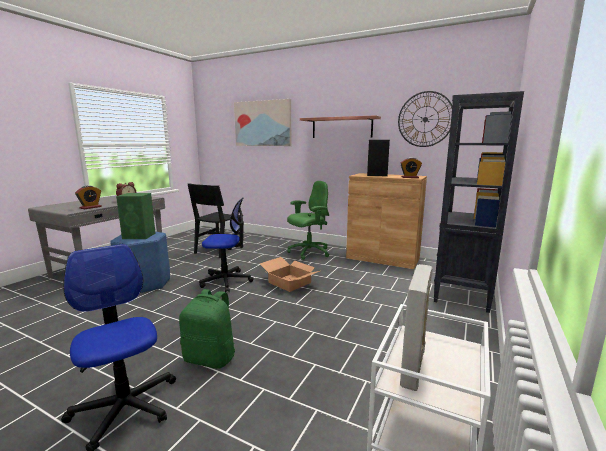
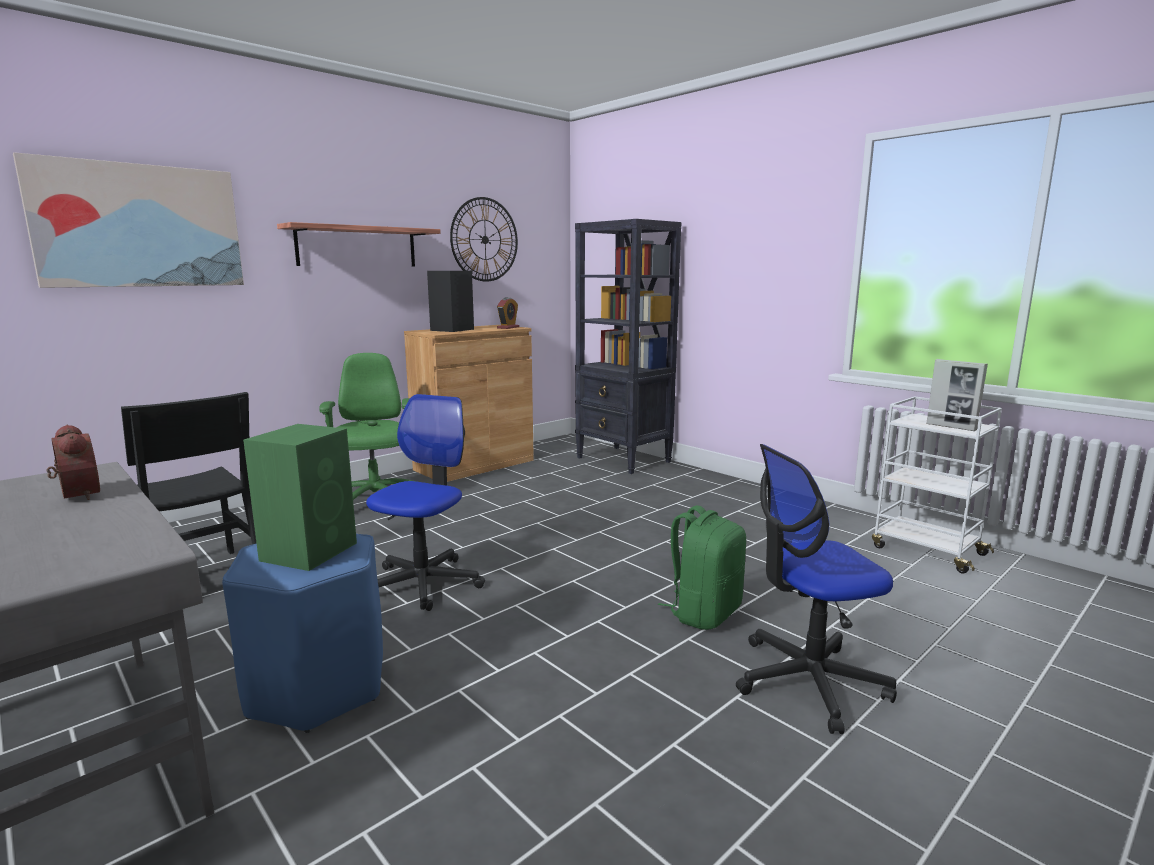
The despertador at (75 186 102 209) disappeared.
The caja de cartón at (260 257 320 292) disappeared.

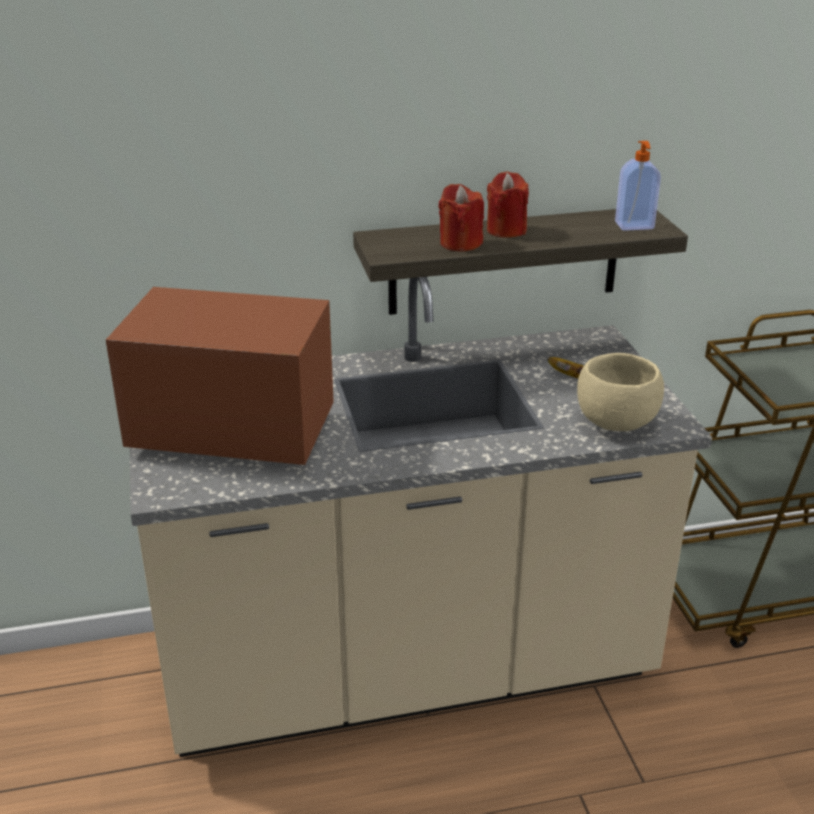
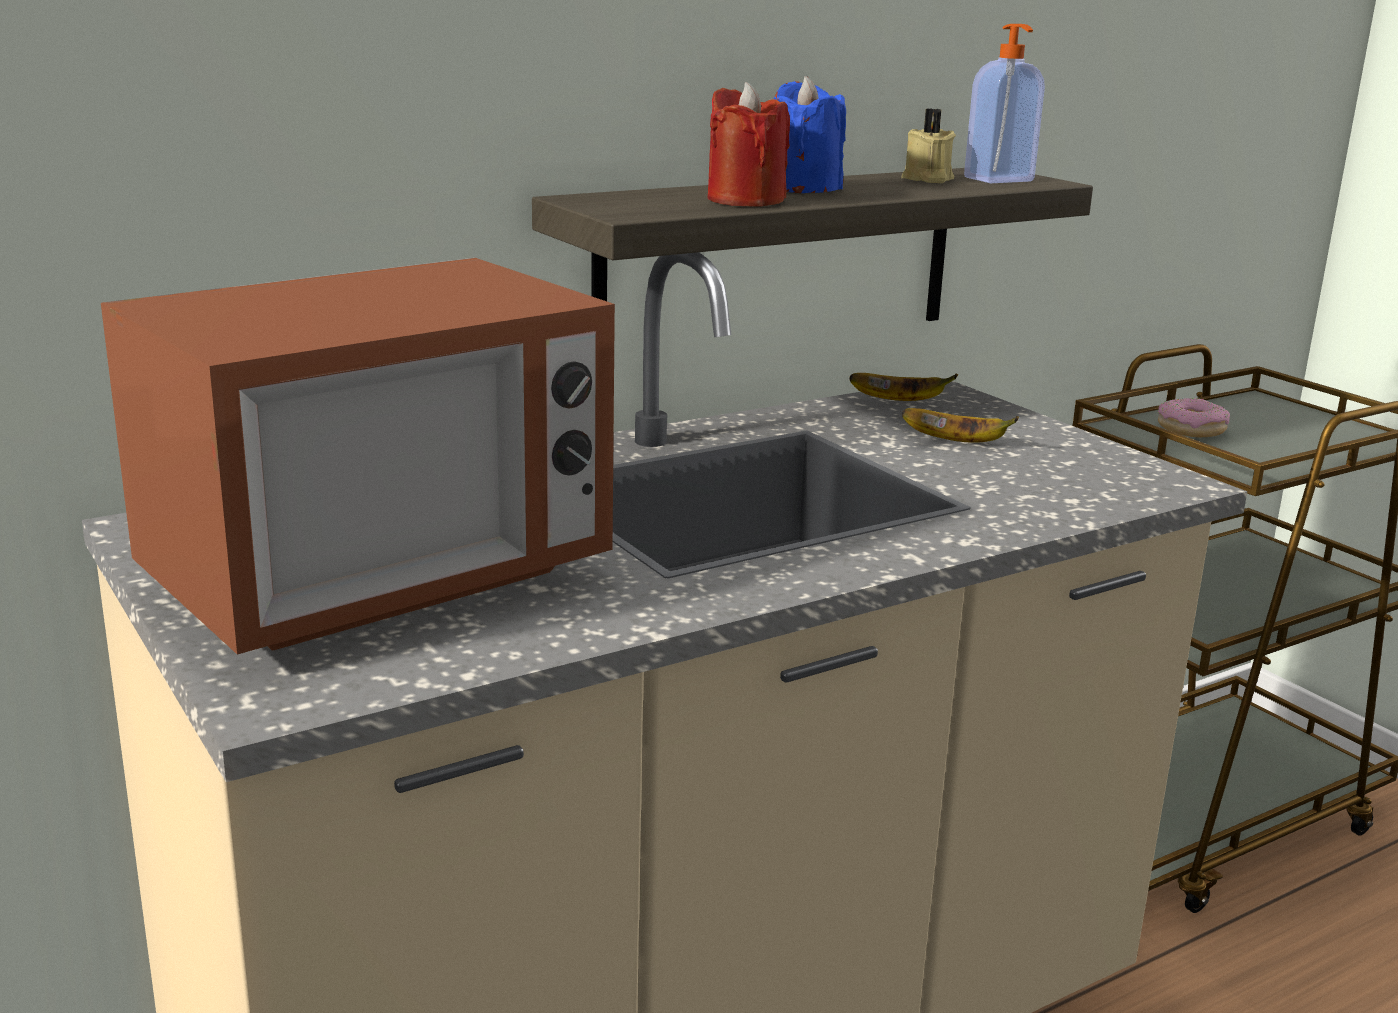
The cuenco (beis) at (577 353 664 431) disappeared.
The plátano at (849 373 958 401) appeared.
The vela (beis) at (901 108 956 183) appeared.
The rosquilla at (1158 398 1230 437) appeared.
The vela (rojo) at (487 171 529 238) became the vela (azul) at (774 76 846 193).
The microondas at (106 287 334 465) turned 150 degrees clockwise.

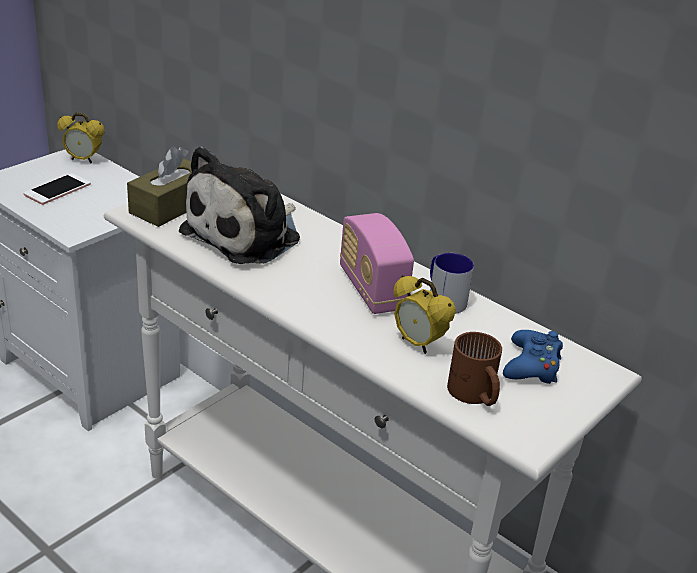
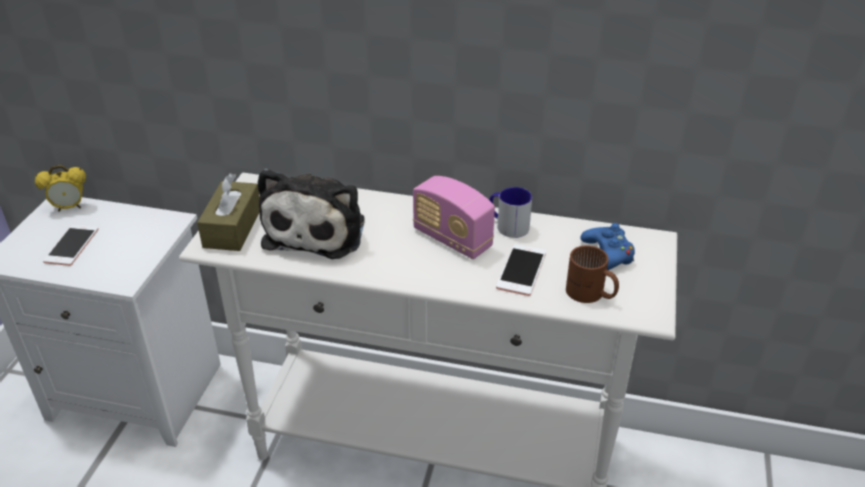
The despertador at (394 275 456 354) was replaced by the móvil at (496 244 546 296).

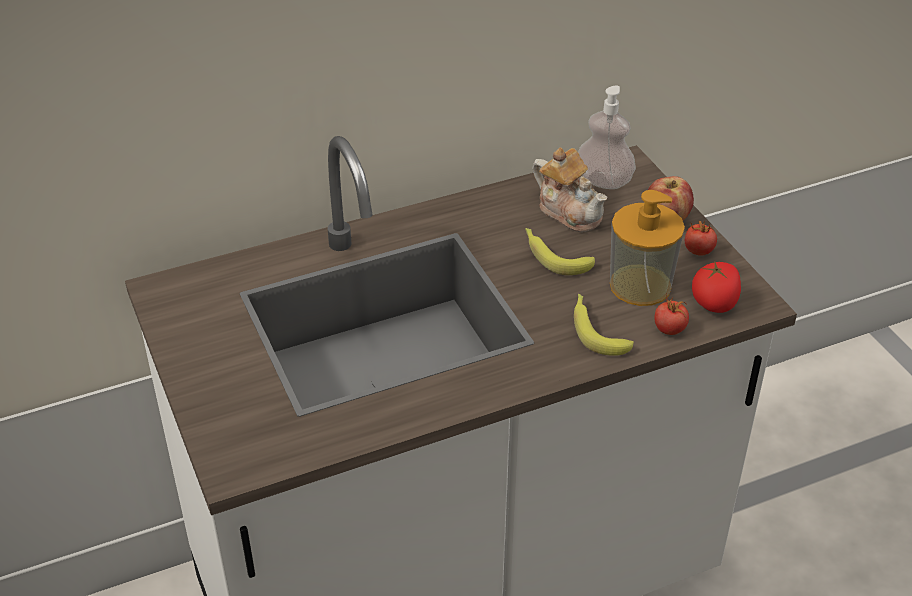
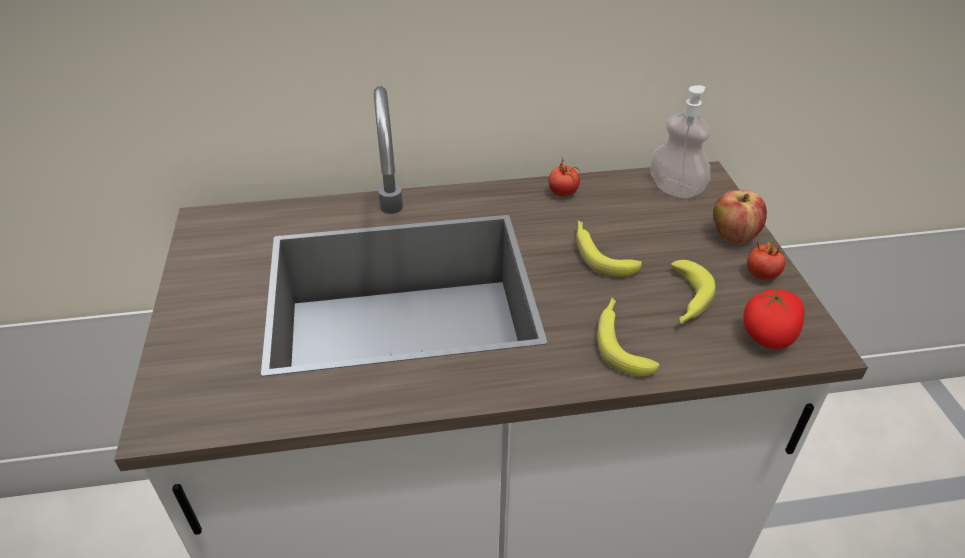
The tetera at (532 147 608 232) disappeared.
The tomate moved from (654 293 689 335) to (549 160 580 197).
The dispensador de jabón at (610 190 685 306) was replaced by the plátano at (671 260 716 324).

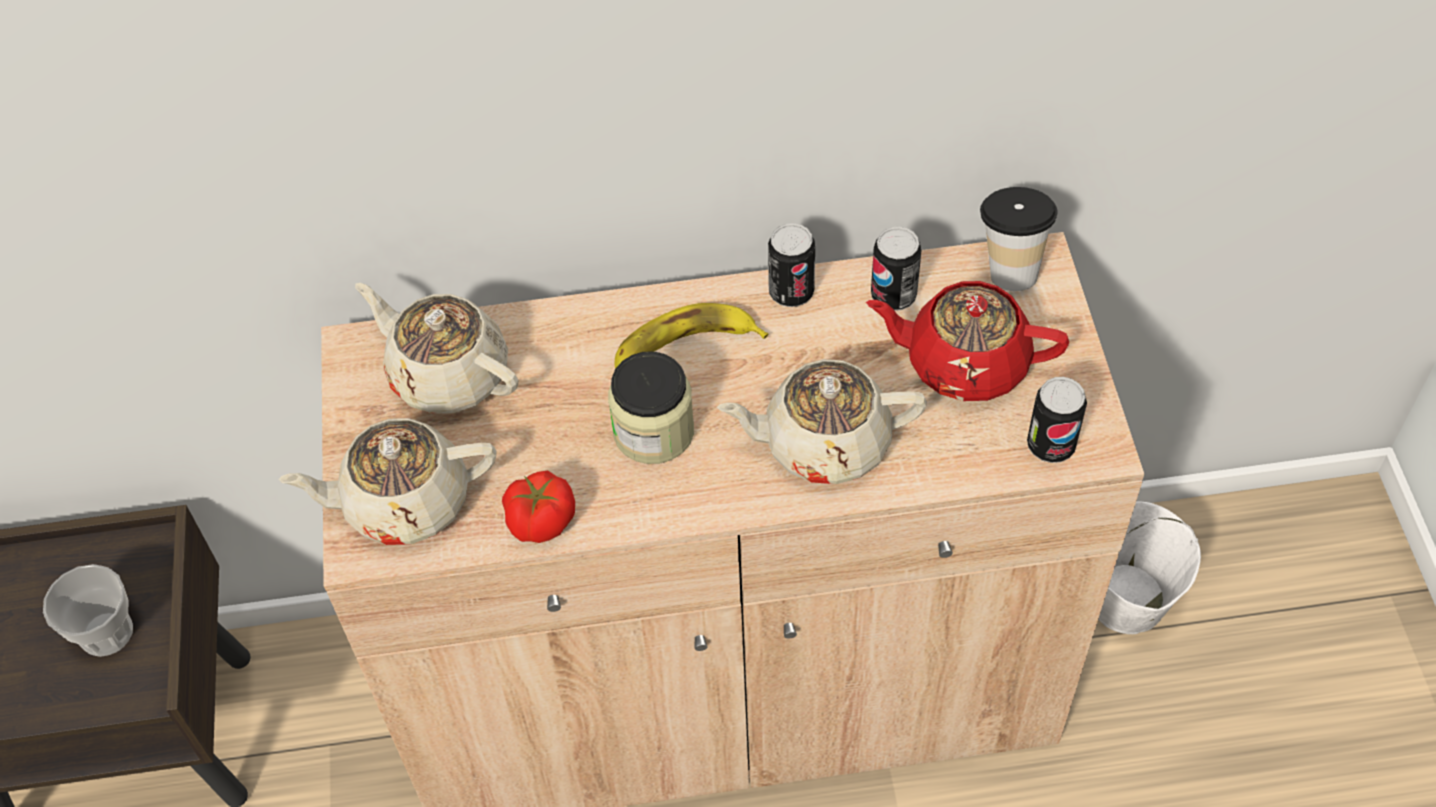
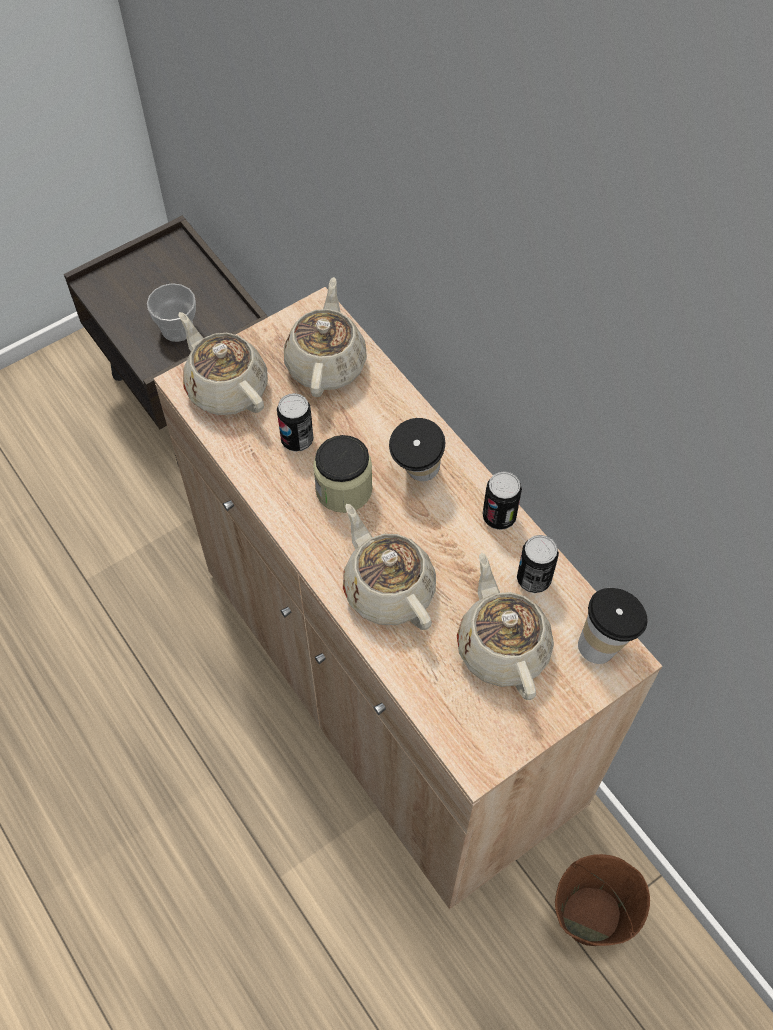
The tomate at (502 471 575 543) disappeared.
The lata moved from (1027 377 1087 463) to (277 393 314 452).
The plátano at (615 303 769 369) was replaced by the taza at (389 418 445 481).
The tetera (rojo) at (866 281 1069 401) became the tetera (beis) at (457 553 554 700).
The cubo (blanco) at (1098 501 1201 634) became the cubo (marrón) at (555 854 650 946).

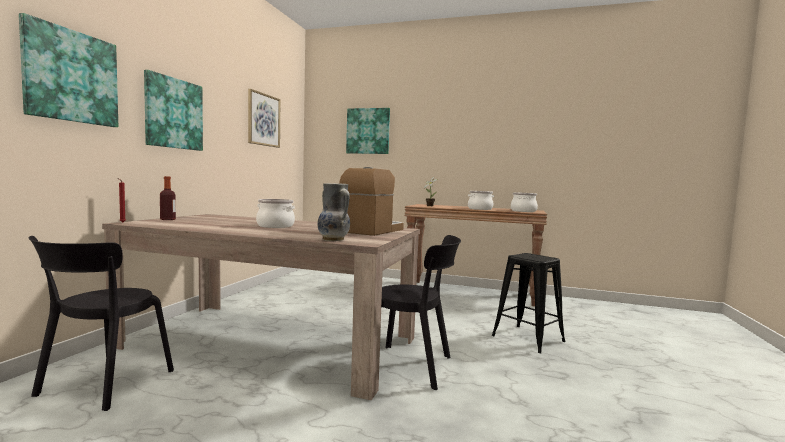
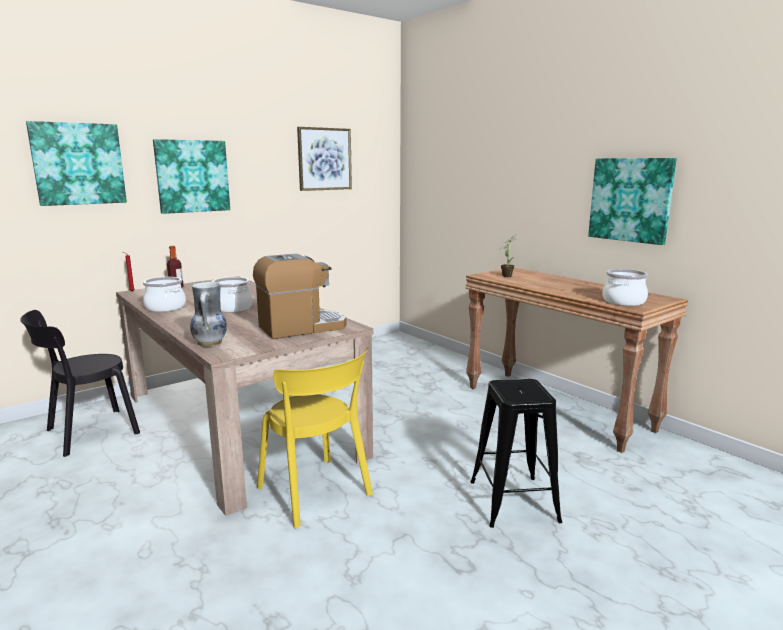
The cuadro moved from (346 108 390 154) to (588 158 676 245).
The olla moved from (468 191 494 210) to (143 277 186 312).
The silla (negro) at (381 235 461 390) became the silla (amarillo) at (257 347 373 528).

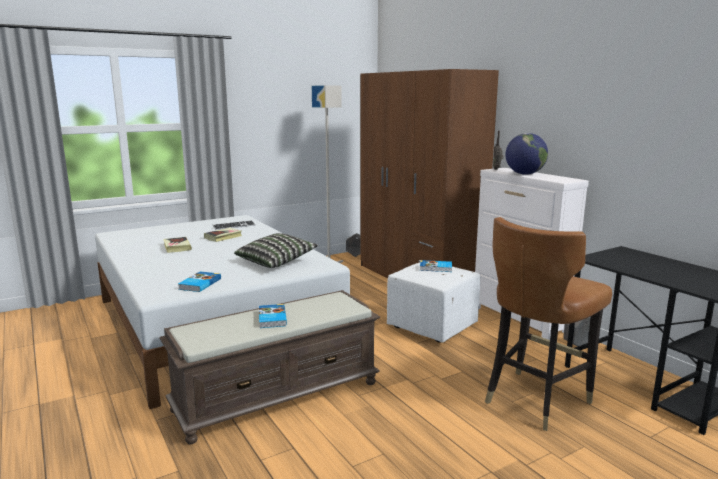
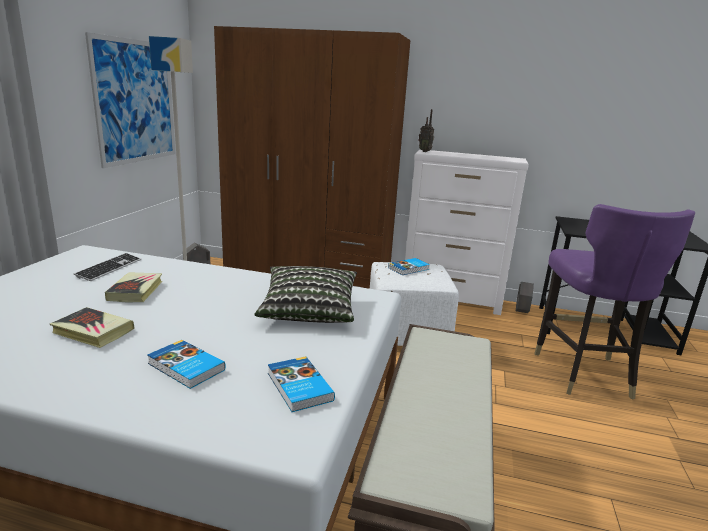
The globo terráqueo at (505 133 548 175) disappeared.
The cuadro at (85 32 175 168) appeared.
The libro moved from (259 304 287 328) to (147 340 226 389).
The silla (marrón) at (485 217 612 431) became the silla (morado) at (534 204 695 399).

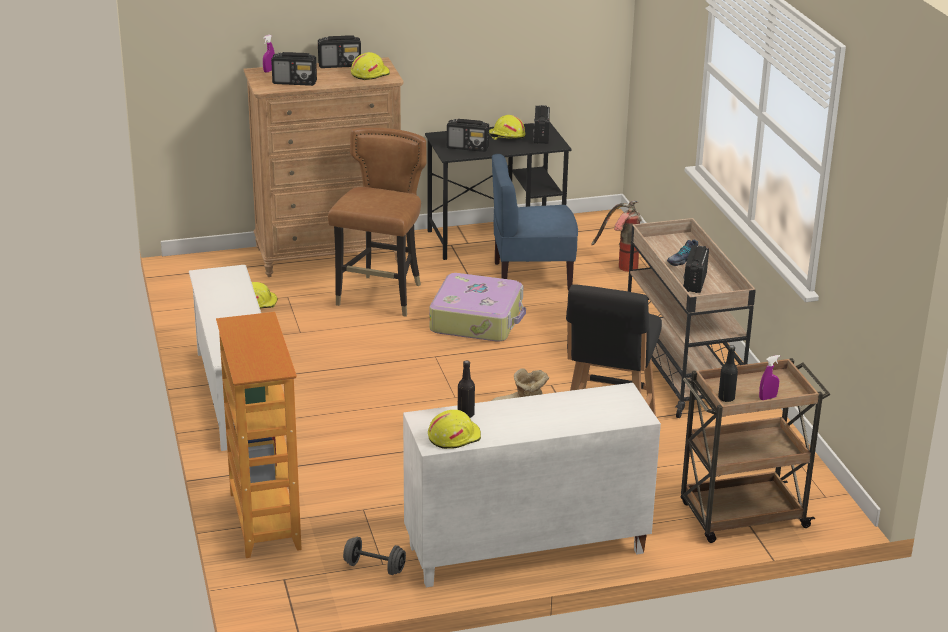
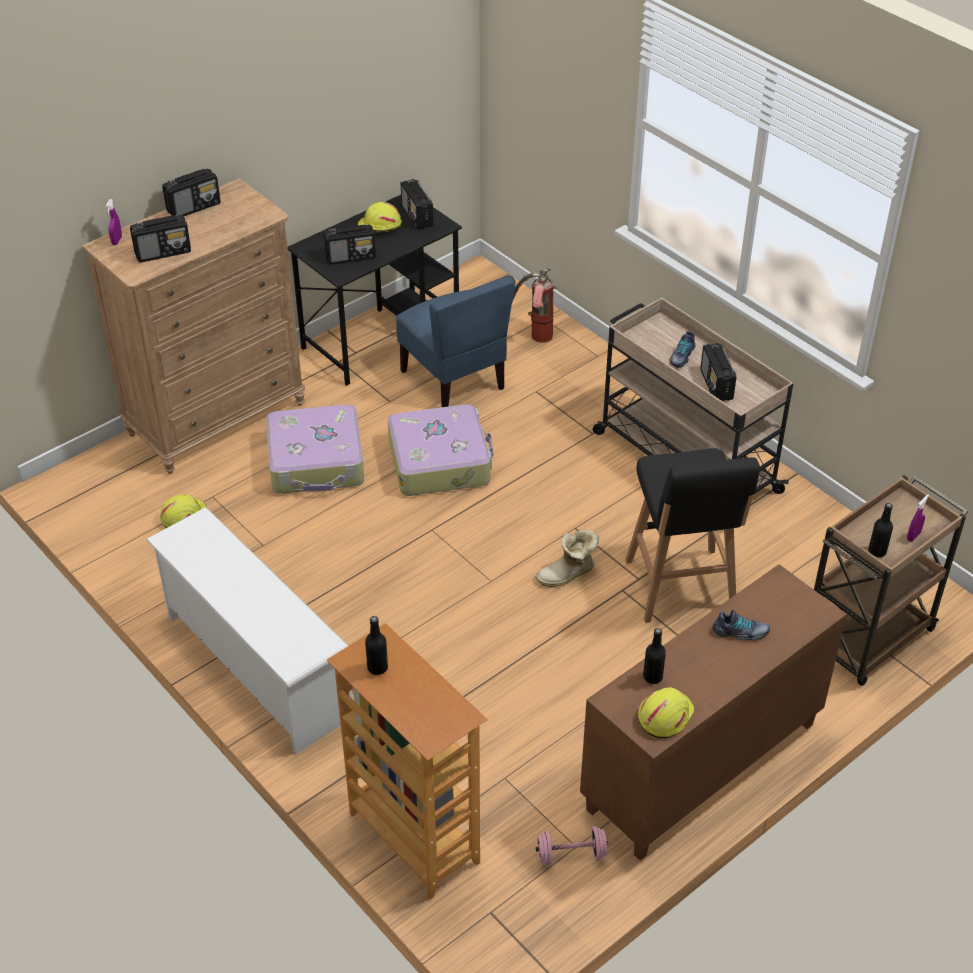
The casco (amarillo) at (351 52 390 80) disappeared.
The botella (negro) at (365 616 388 675) appeared.
The zapato at (712 610 770 641) appeared.
The silla (marrón) at (328 128 427 317) was replaced by the maleta at (266 405 364 494).
The mancuerna (gris) at (343 537 406 575) became the mancuerna (rosa) at (536 826 608 866).
The armario (blanco) at (403 383 661 587) became the armario (marrón) at (580 564 847 860).
The silla (azul) at (492 154 578 291) turned 90 degrees counterclockwise.

